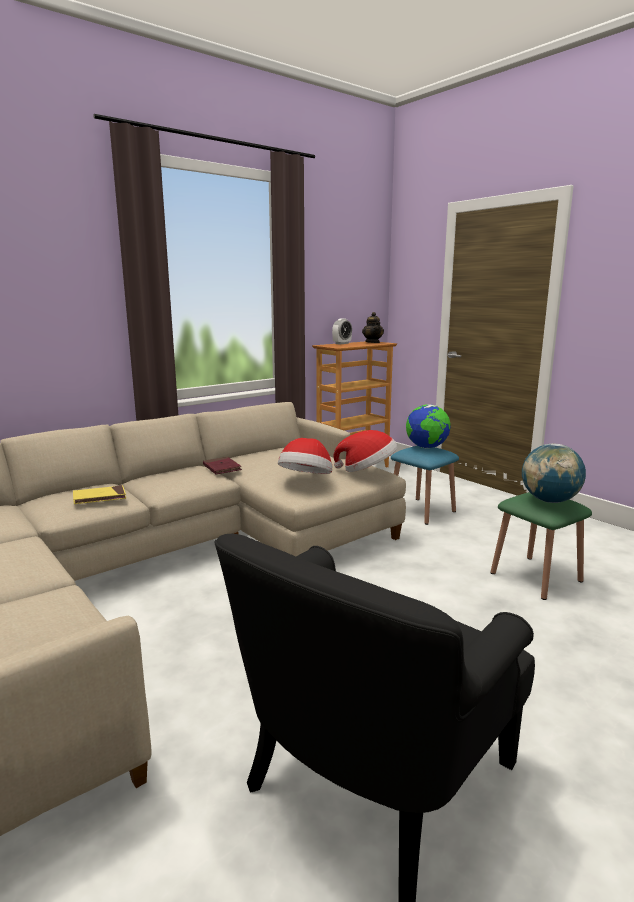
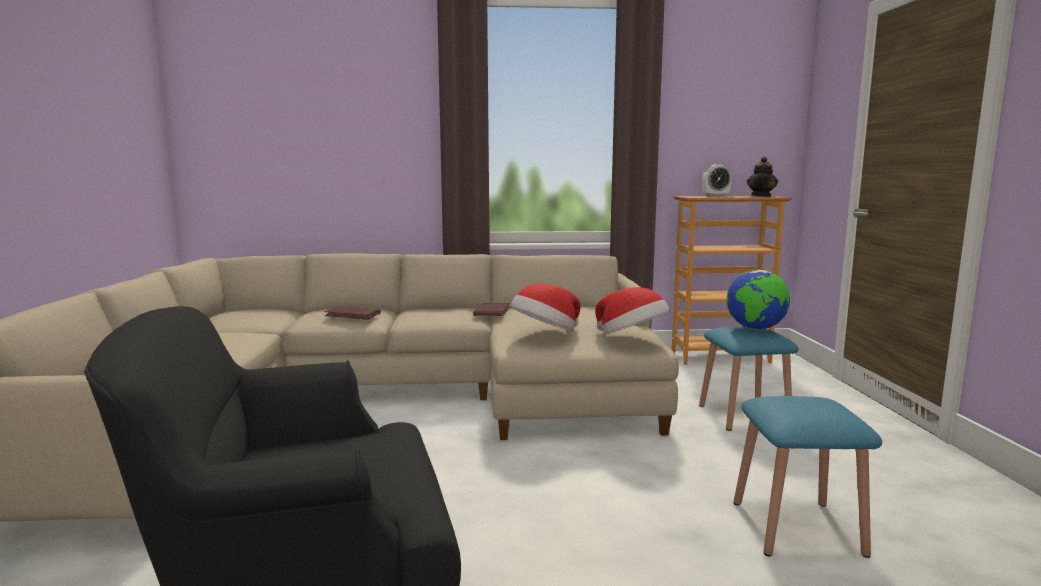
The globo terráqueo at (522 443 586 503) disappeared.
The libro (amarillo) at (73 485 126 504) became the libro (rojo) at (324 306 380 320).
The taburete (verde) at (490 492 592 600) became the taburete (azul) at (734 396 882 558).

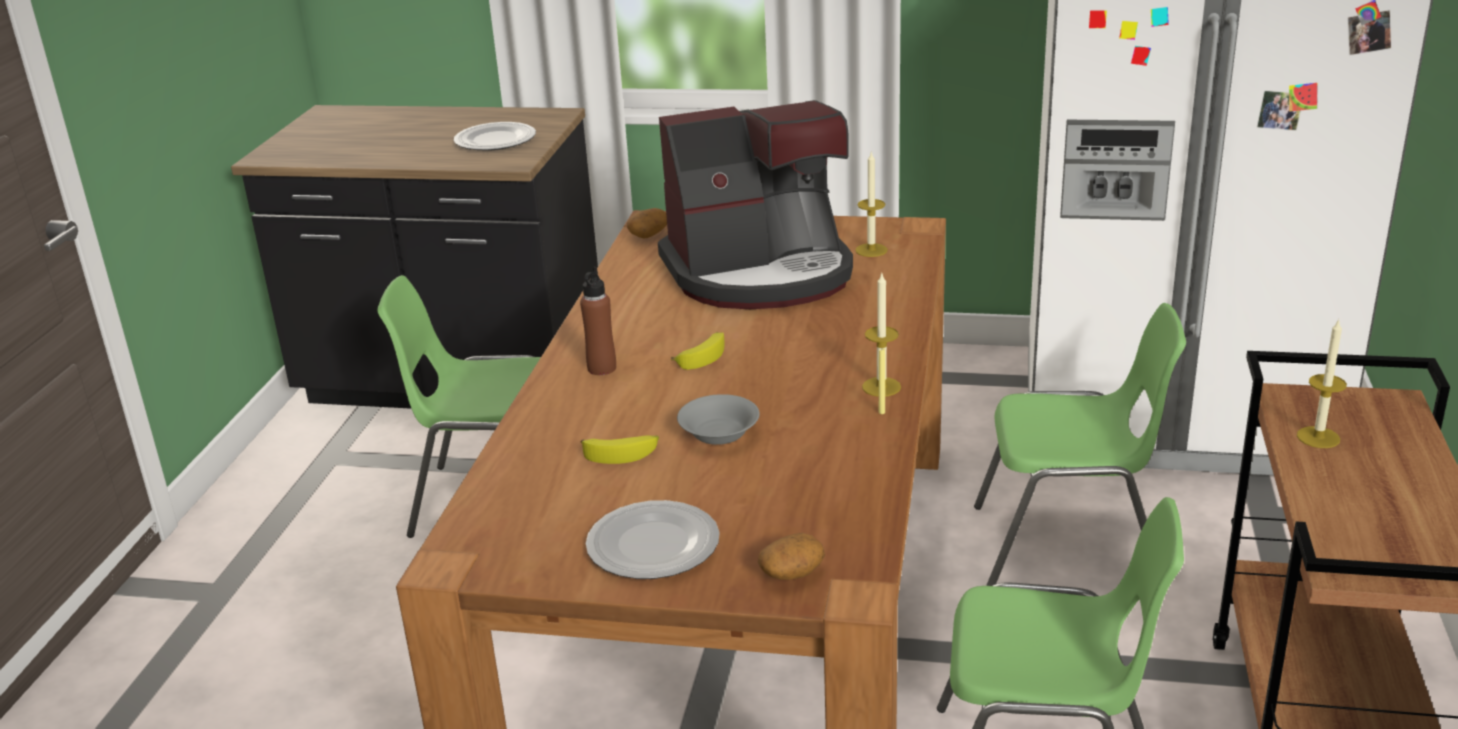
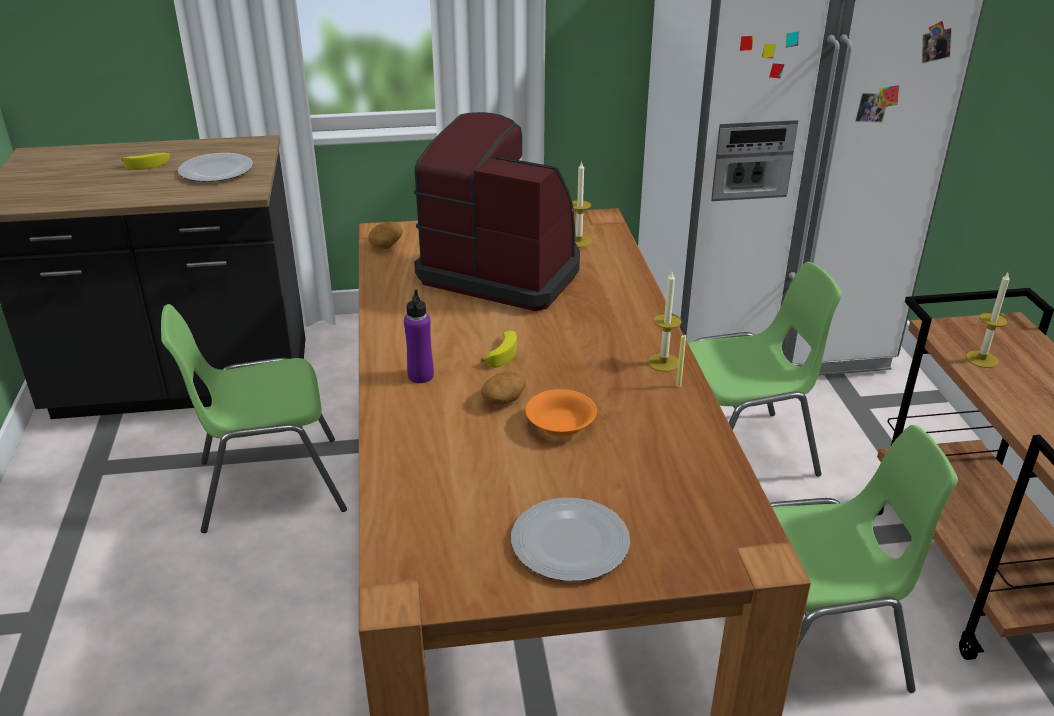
The plátano moved from (581 435 659 464) to (121 153 171 170).
The patata moved from (758 533 825 580) to (481 371 525 405).
The botella (marrón) at (580 266 616 375) became the botella (morado) at (404 289 434 383).
The cuenco (gris) at (677 394 759 445) became the cuenco (naranja) at (525 389 597 436).
The cafetera at (658 100 853 309) turned 120 degrees counterclockwise.

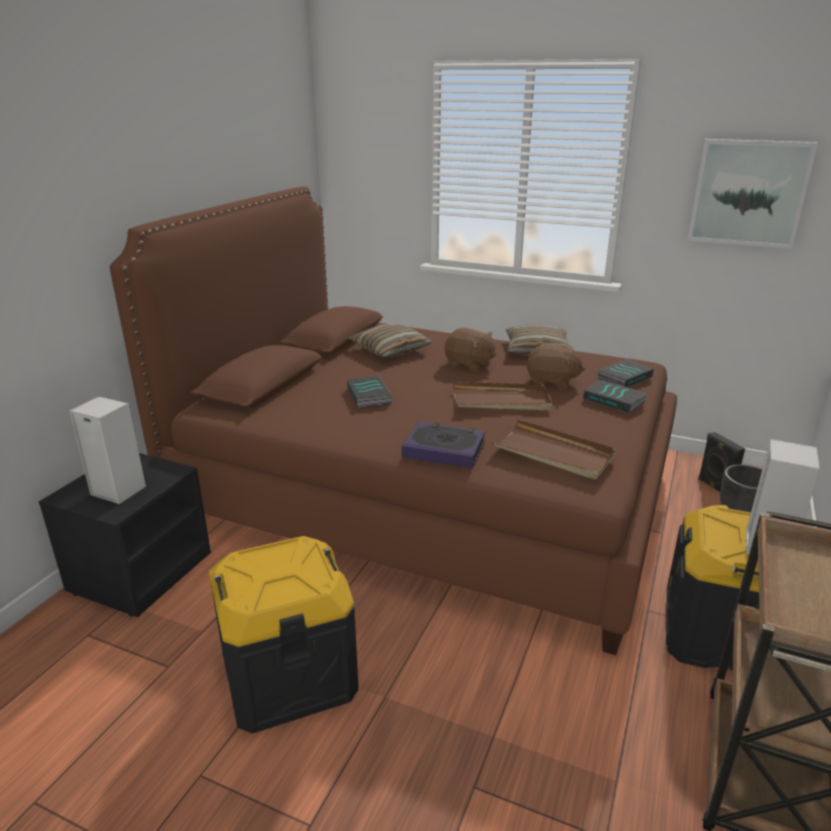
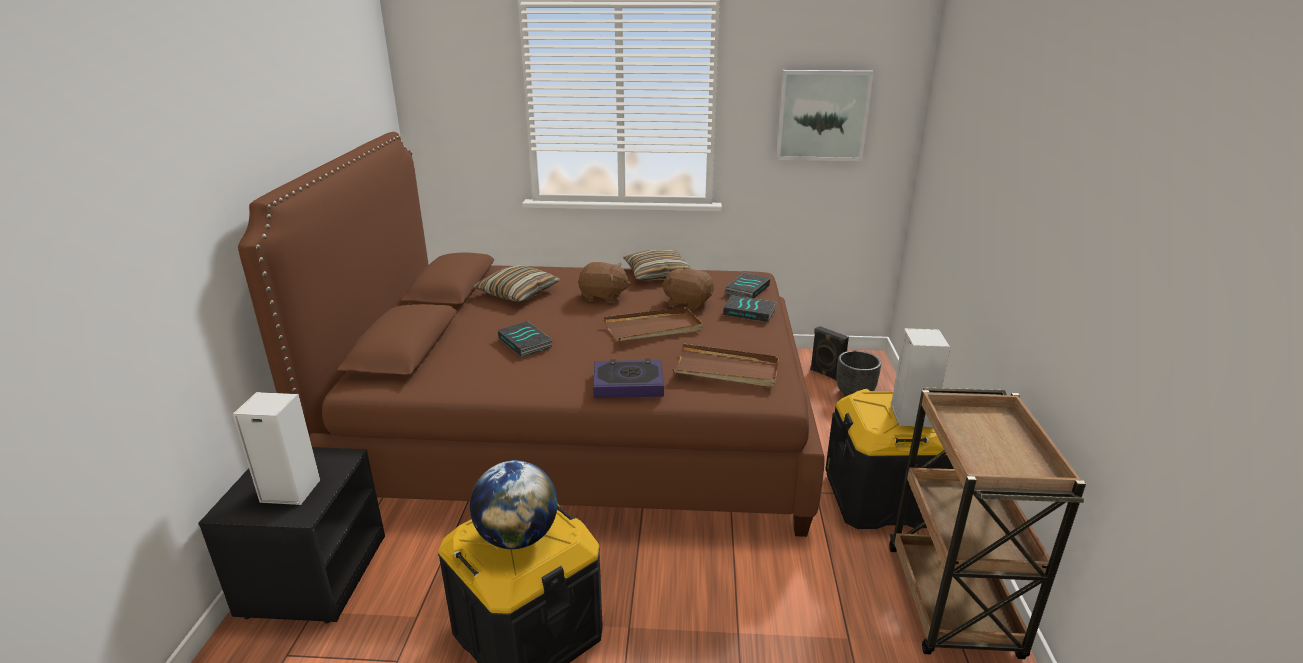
The globo terráqueo at (470 460 558 549) appeared.
The peluche (marrón) at (526 344 585 389) turned 150 degrees counterclockwise.

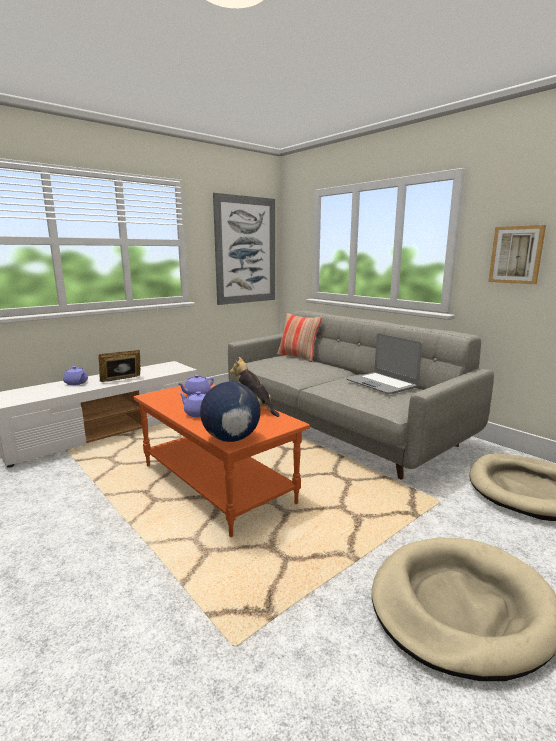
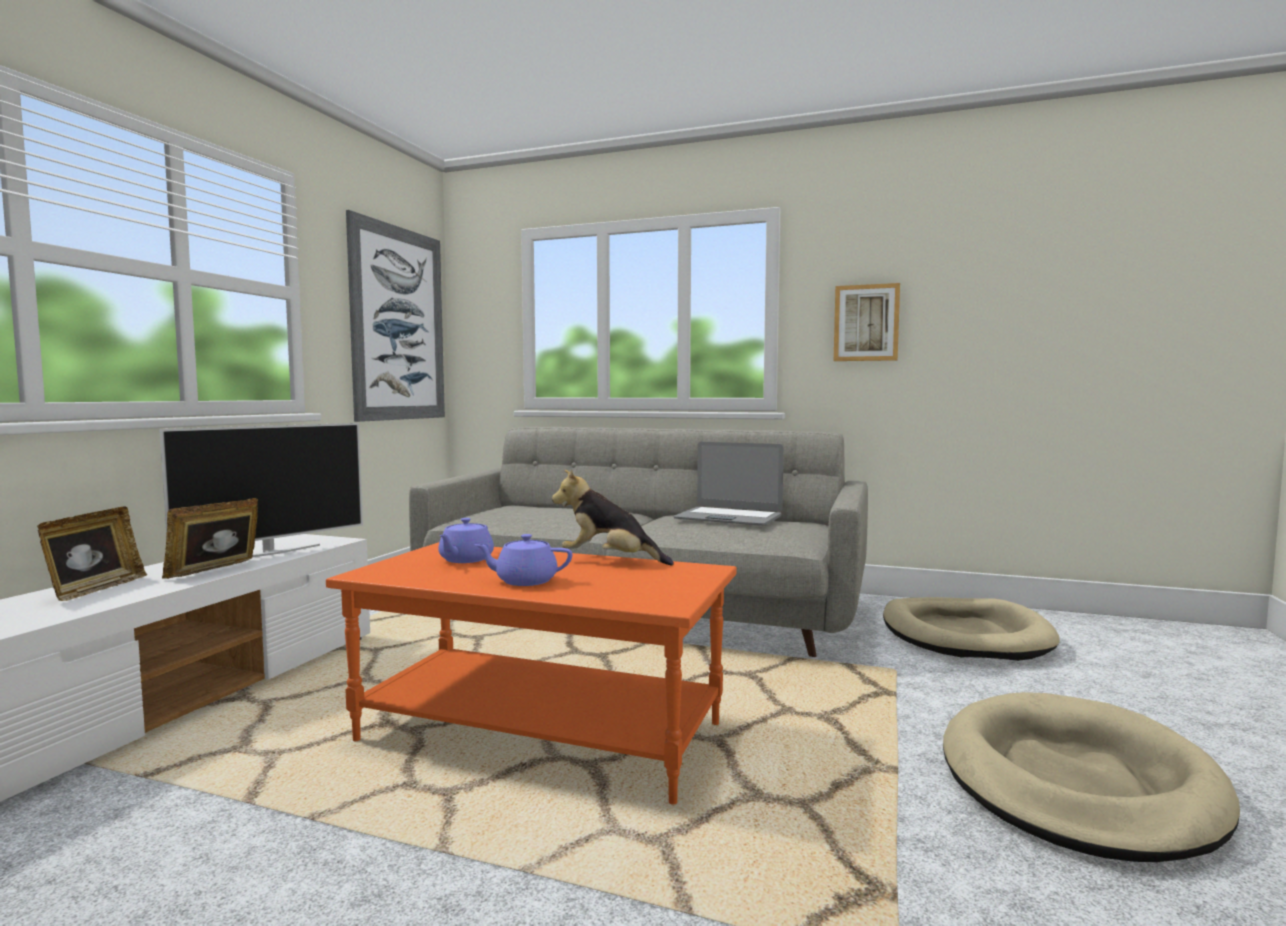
The globo terráqueo at (200 382 261 442) disappeared.
The cojín at (277 313 322 362) disappeared.
The televisor at (159 423 363 557) appeared.
The tetera (morado) at (63 366 88 385) was replaced by the portarretratos at (37 506 147 601).

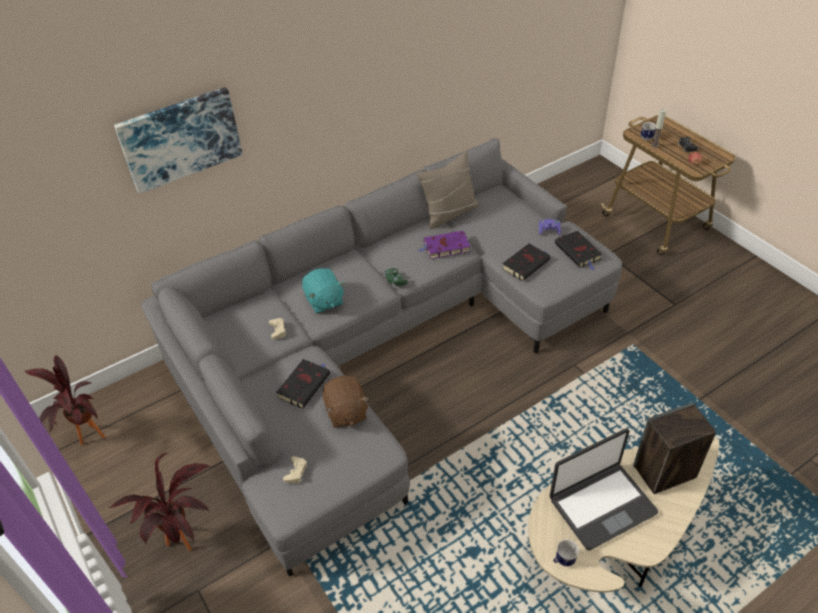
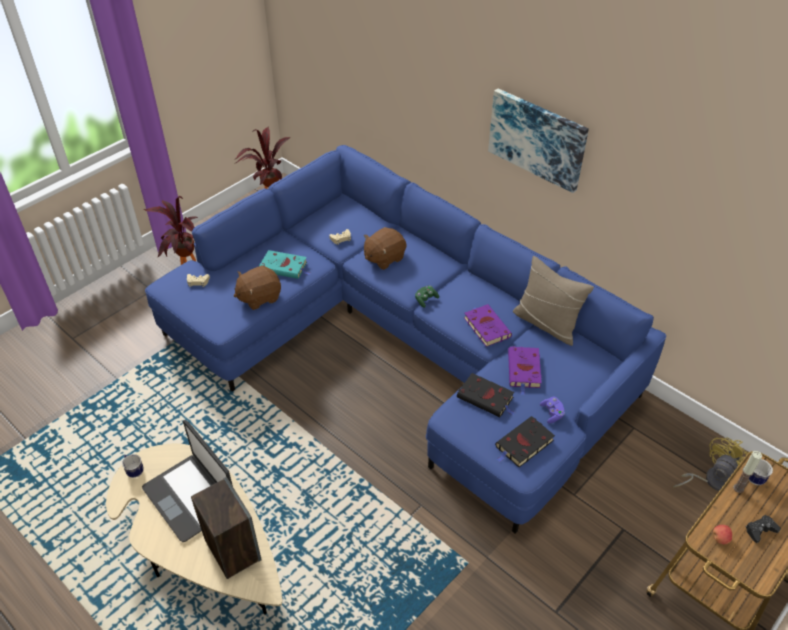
The libro (morado) at (508 346 542 395) appeared.
The ventilador (amarillo) at (673 437 749 491) appeared.
The cuadro moved from (114 87 243 194) to (488 88 589 193).
The sofá (gris) at (141 138 622 577) became the sofá (azul) at (145 145 666 534).
The libro (negro) at (276 359 330 408) became the libro (turquesa) at (259 250 310 279).
The peluche (turquesa) at (302 268 345 314) became the peluche (marrón) at (364 227 406 270).

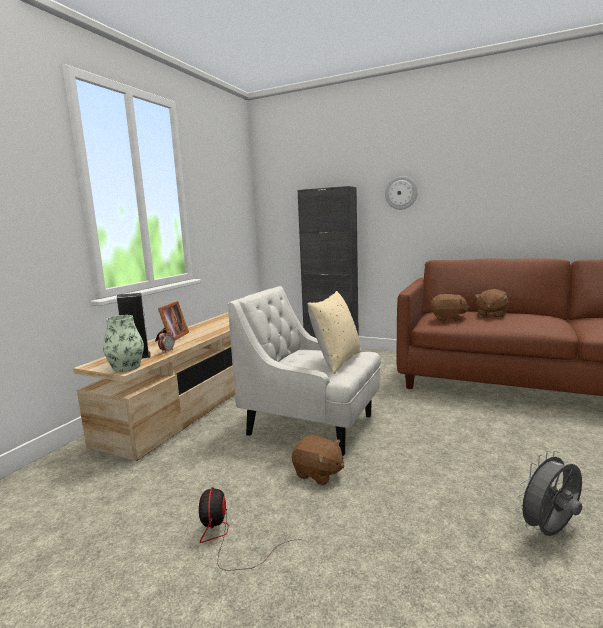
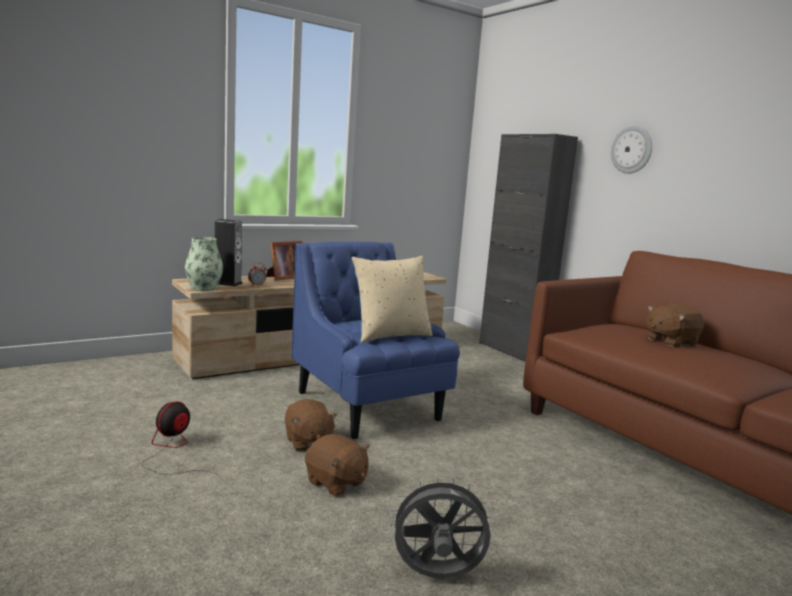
The peluche (marrón) moved from (430 294 470 321) to (305 434 370 496).
The sillón (blanco) at (228 286 381 456) became the sillón (azul) at (292 242 460 439).

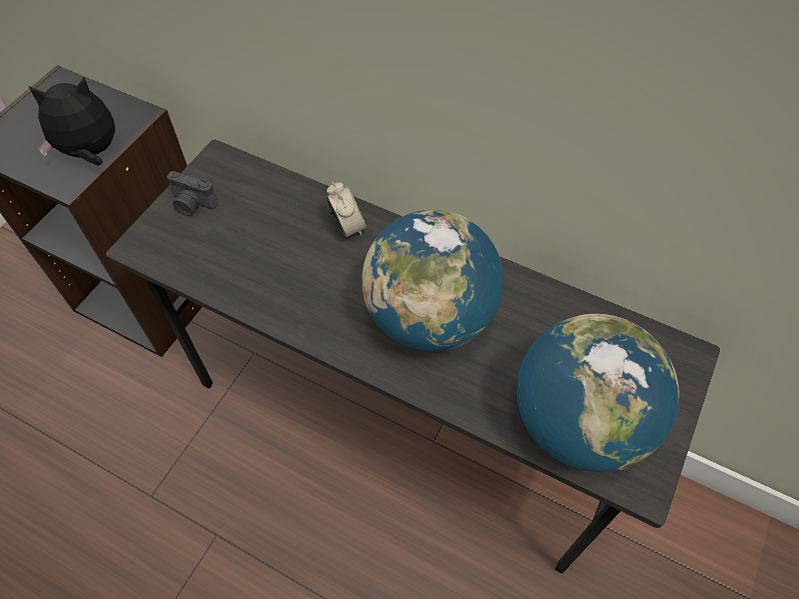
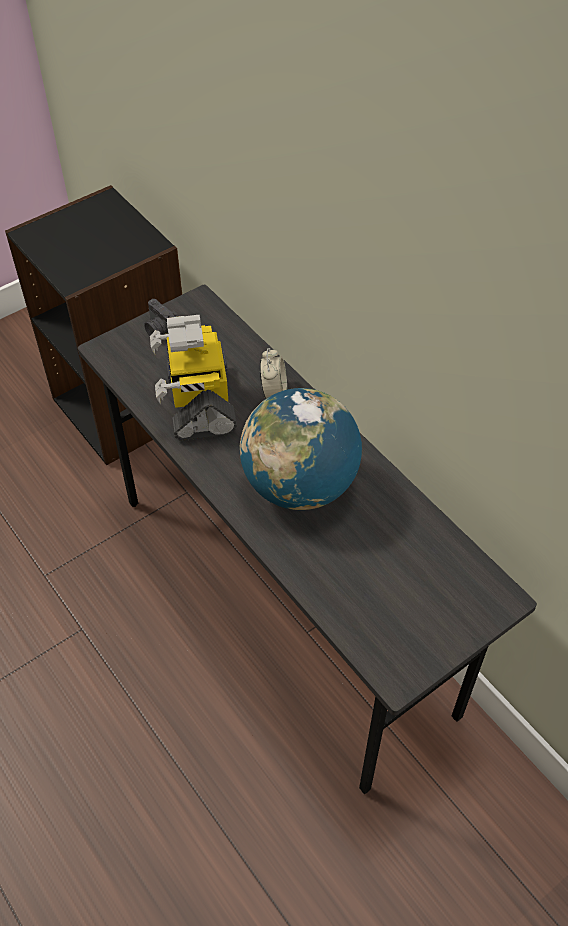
The peluche at (29 77 115 166) disappeared.
The globo terráqueo at (517 314 679 472) disappeared.
The robot de juguete at (150 315 237 441) appeared.

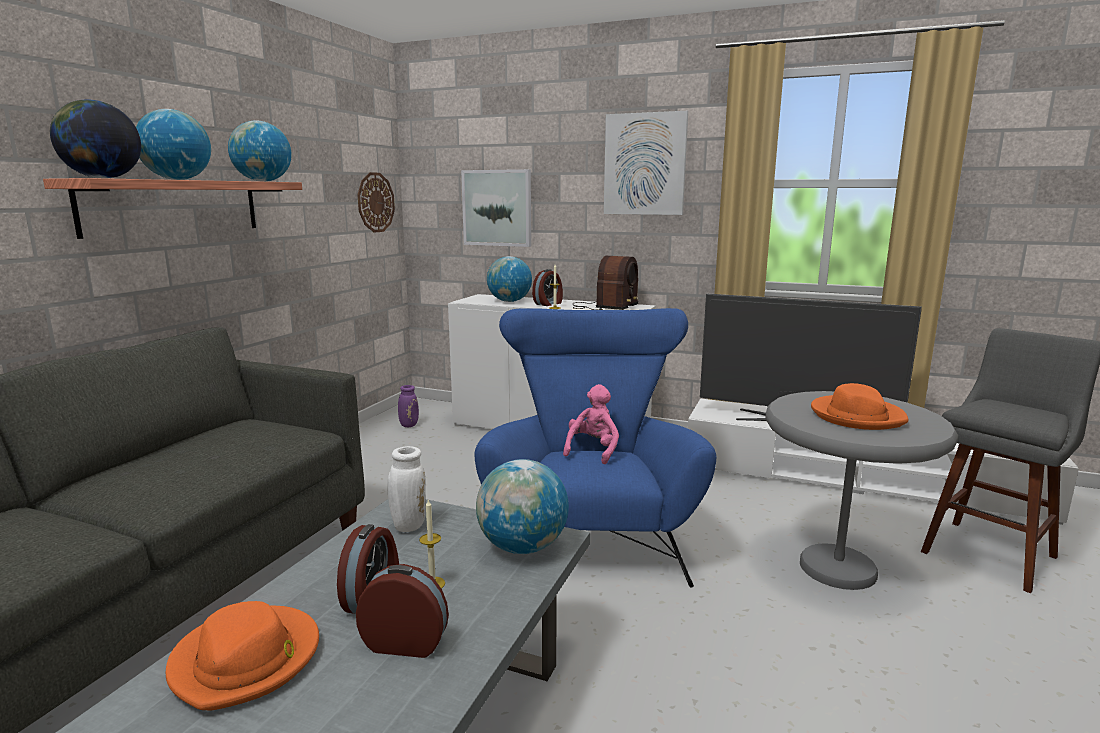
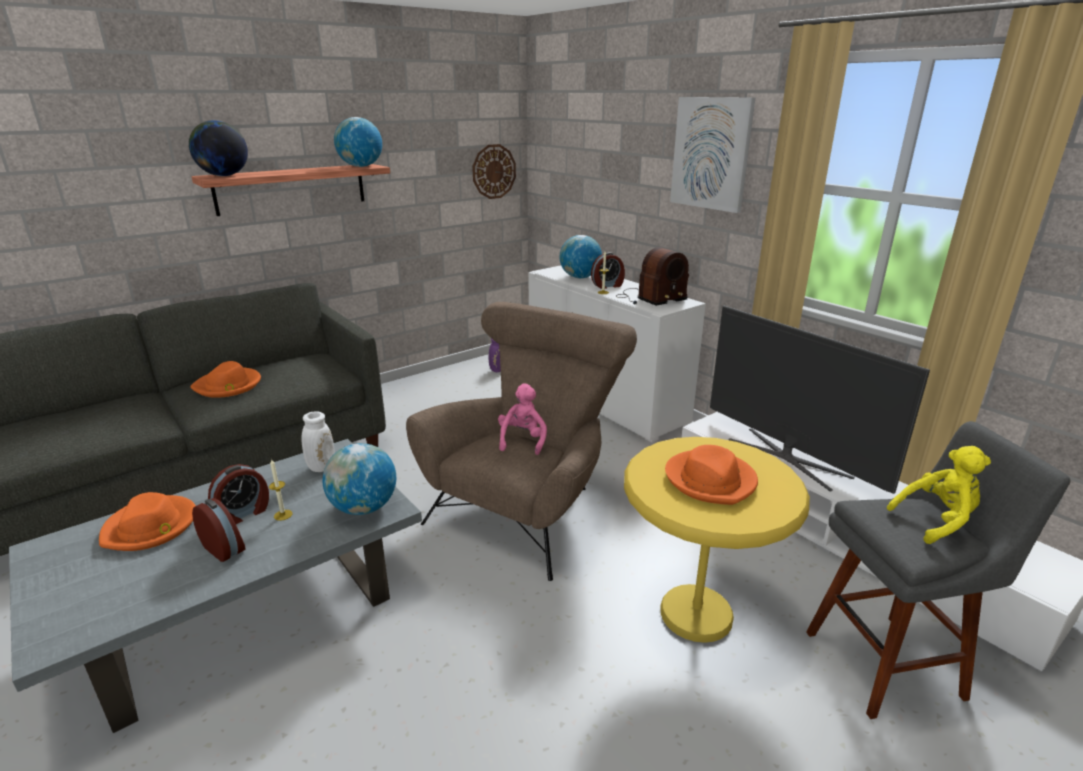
The globo terráqueo at (136 109 211 180) disappeared.
The cuadro at (461 169 531 247) disappeared.
The sombrero (naranja) at (190 361 261 398) appeared.
The peluche (amarillo) at (887 446 991 544) appeared.
The sillón (azul) at (475 308 716 587) became the sillón (marrón) at (406 302 637 581).
The mesa auxiliar (gris) at (765 391 958 590) became the mesa auxiliar (amarillo) at (624 437 810 643).
The peluche (rosa) at (563 384 619 465) turned 45 degrees counterclockwise.

